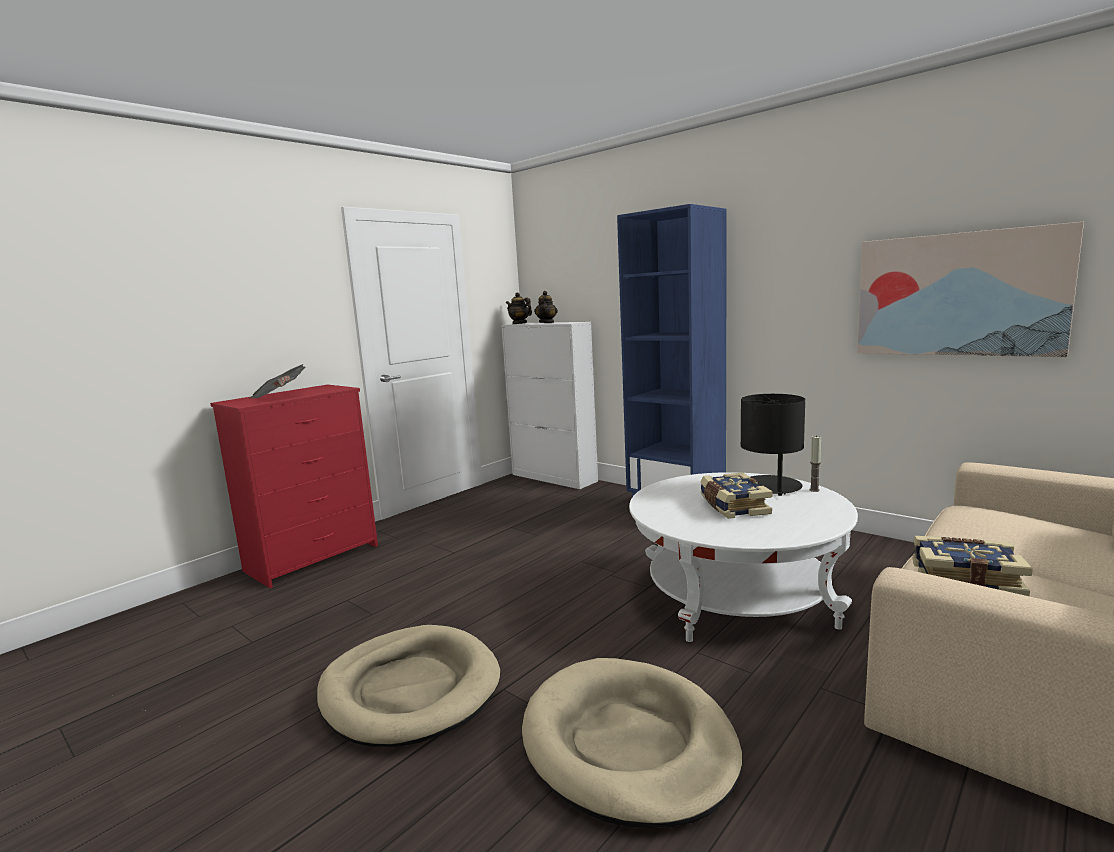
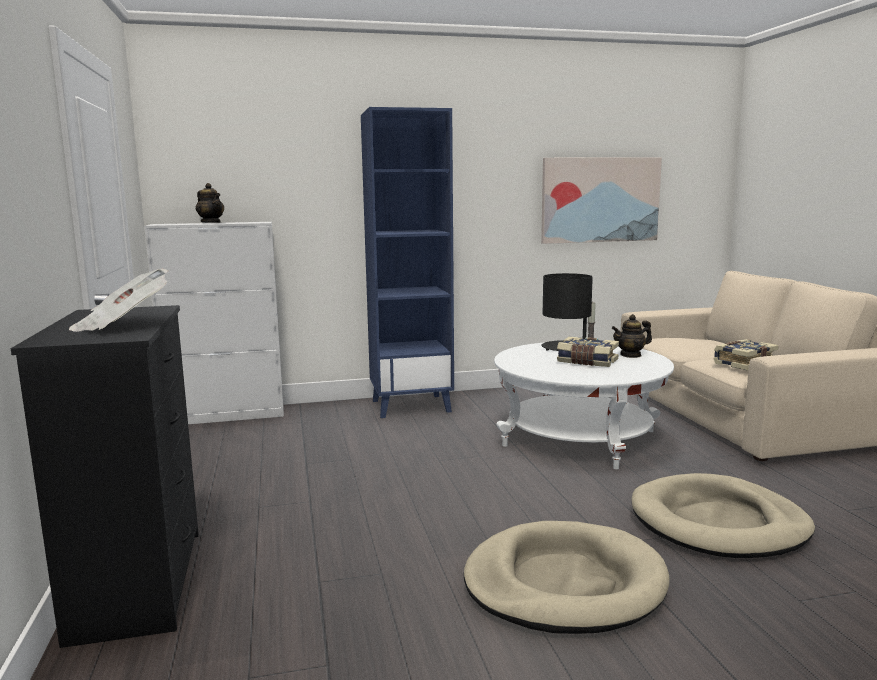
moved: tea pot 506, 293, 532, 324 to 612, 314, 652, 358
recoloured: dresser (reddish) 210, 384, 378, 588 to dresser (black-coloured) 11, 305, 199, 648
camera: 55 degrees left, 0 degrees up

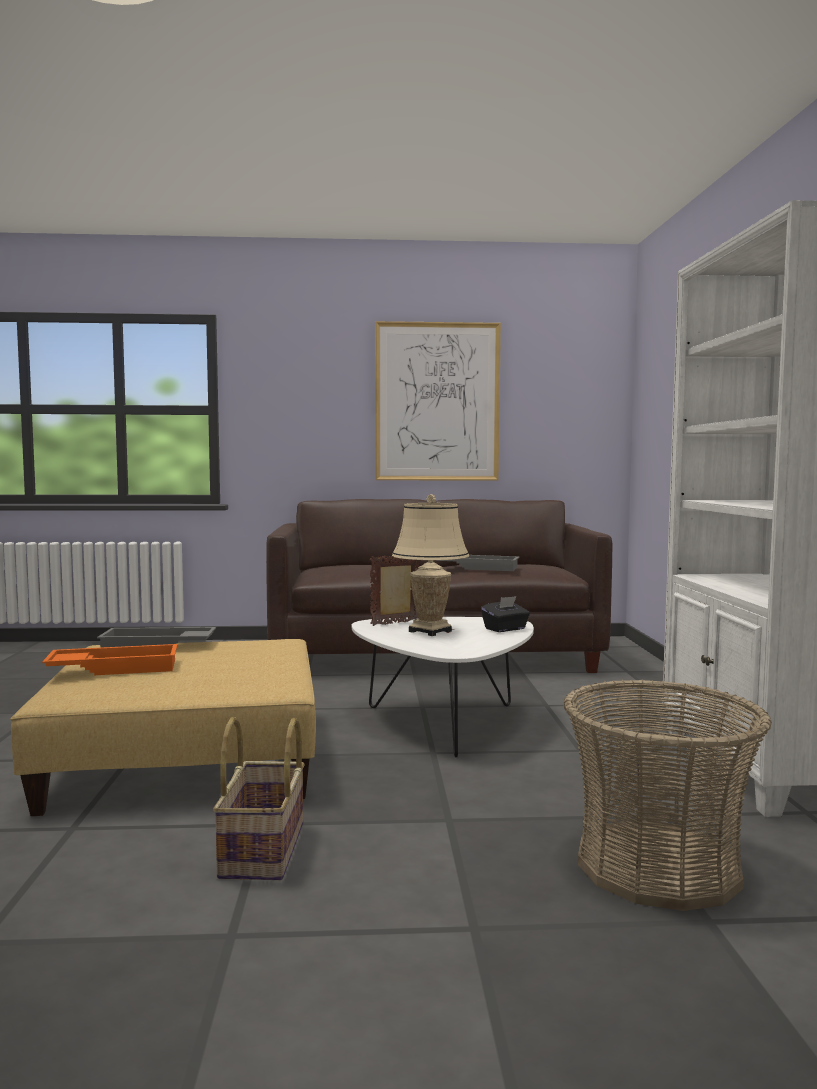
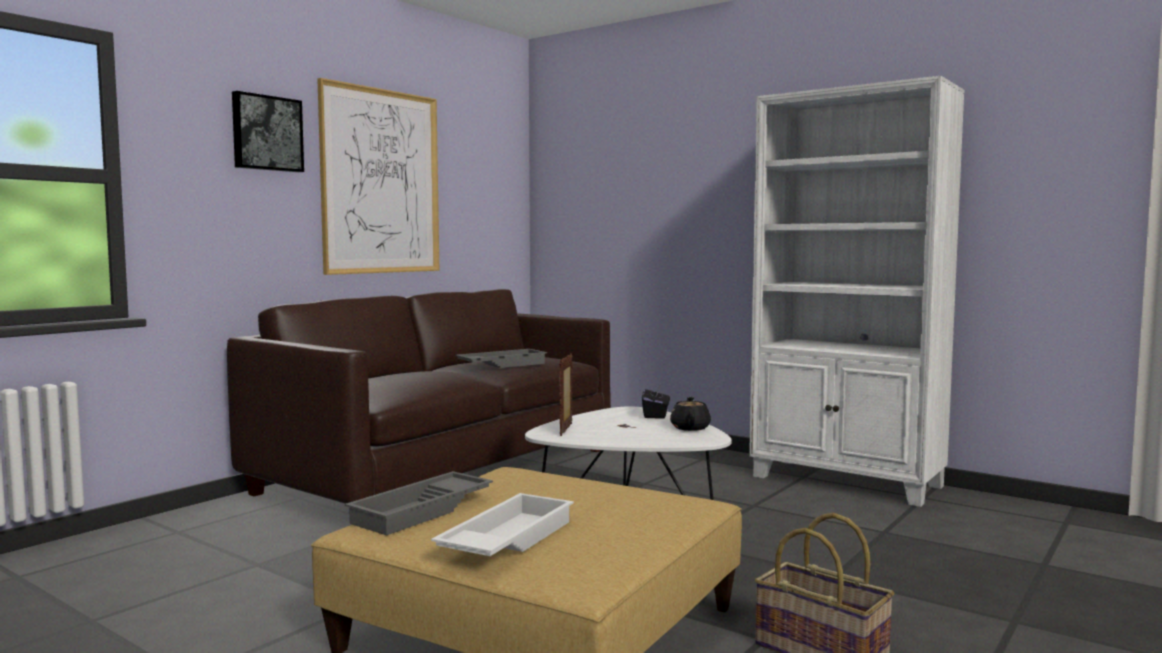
removed: lamp for a table (sand-coloured) 392, 494, 469, 636; basket 563, 679, 772, 911
added: wall art 232, 91, 304, 172; tea pot (black-coloured) 670, 397, 711, 431
recoloured: tray (orangey) 42, 644, 177, 675 to tray (white-coloured) 431, 493, 574, 556
camera: 50 degrees left, 0 degrees up

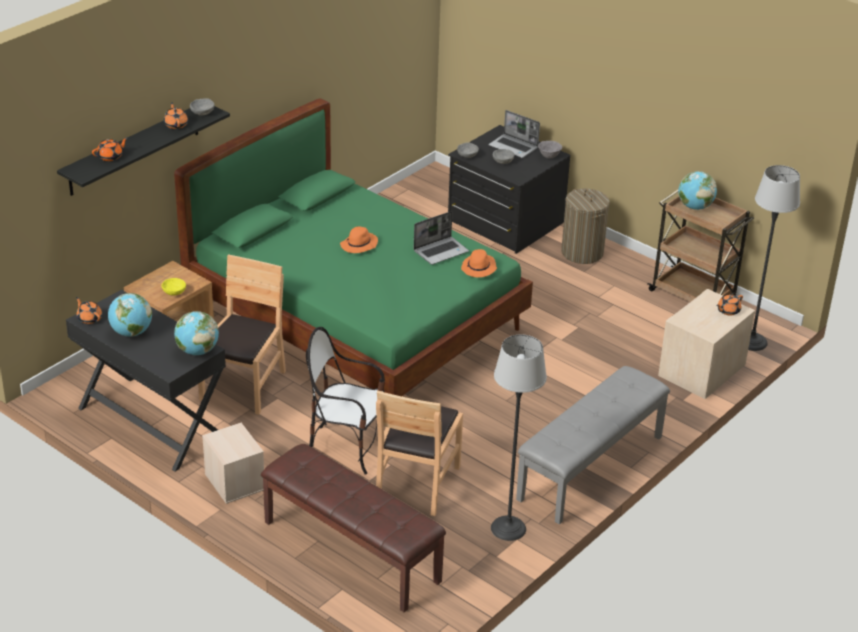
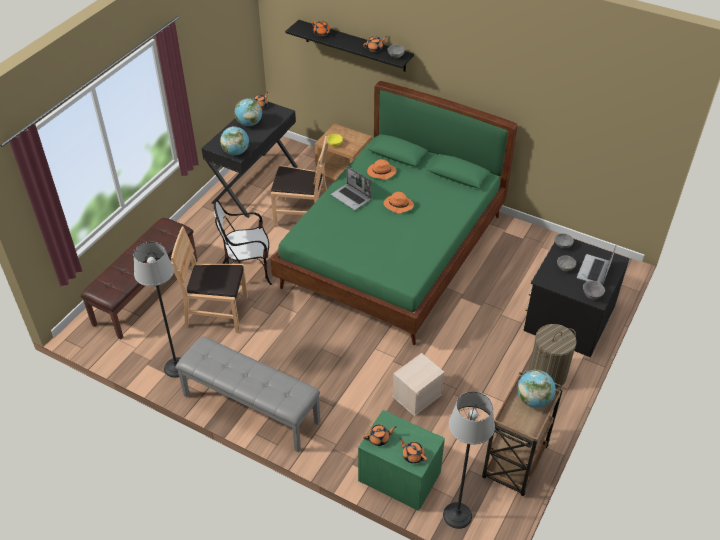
added: tea pot (orangey) 363, 425, 397, 446
moved: notebook computer 414, 211, 469, 265 to 331, 166, 372, 210; hat (orangey) 461, 249, 497, 277 to 367, 159, 396, 180; storage box (sand-coloured) 202, 423, 264, 504 to 392, 353, 445, 416
recoloured: nightstand (sand-coloured) 658, 289, 755, 399 to nightstand (green) 358, 410, 445, 511
turned: upright chair 306, 327, 385, 475 = 214, 199, 272, 285 105 degrees counterclockwise
camera: 80 degrees right, 10 degrees up

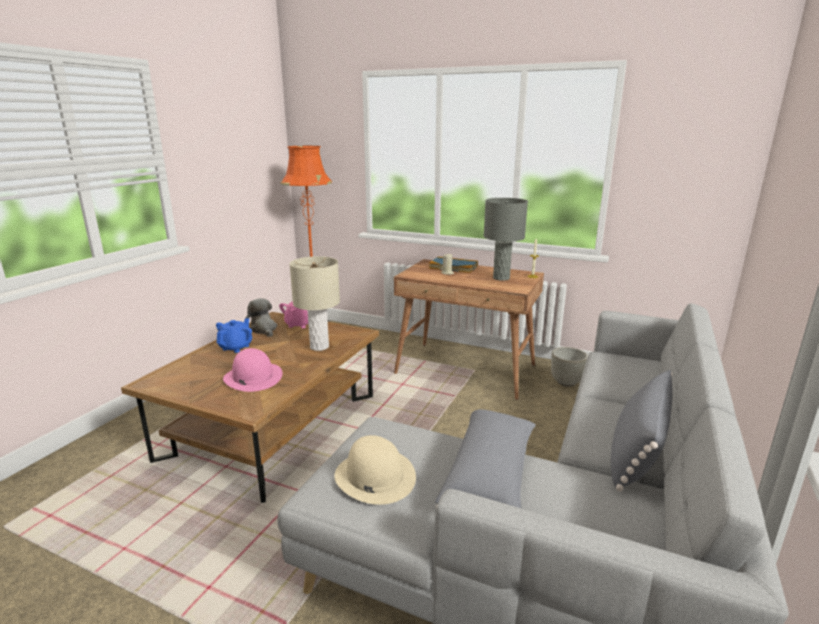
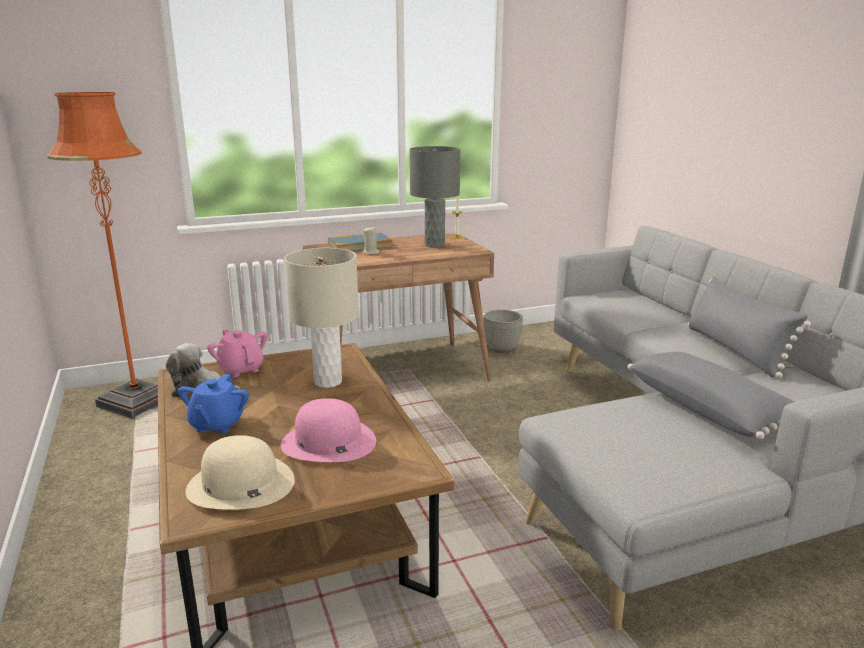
moved: hat (sand-coloured) 334, 435, 416, 505 to 185, 435, 295, 510
turned: tea pot (blue) 216, 318, 252, 353 = 178, 374, 249, 434 150 degrees counterclockwise
camera: 45 degrees left, 0 degrees up

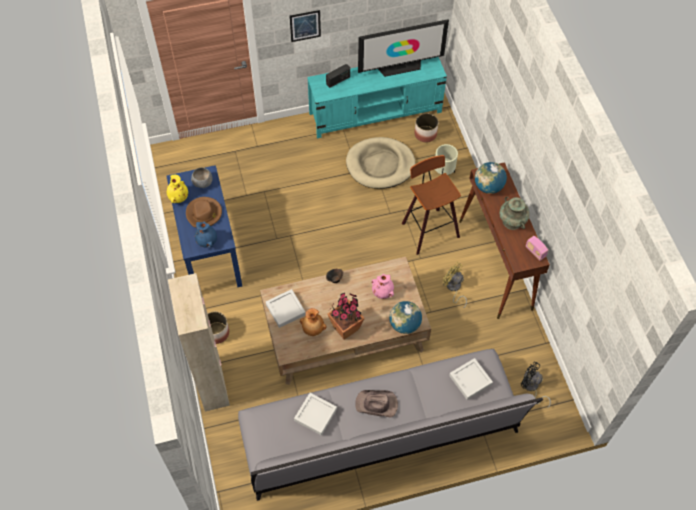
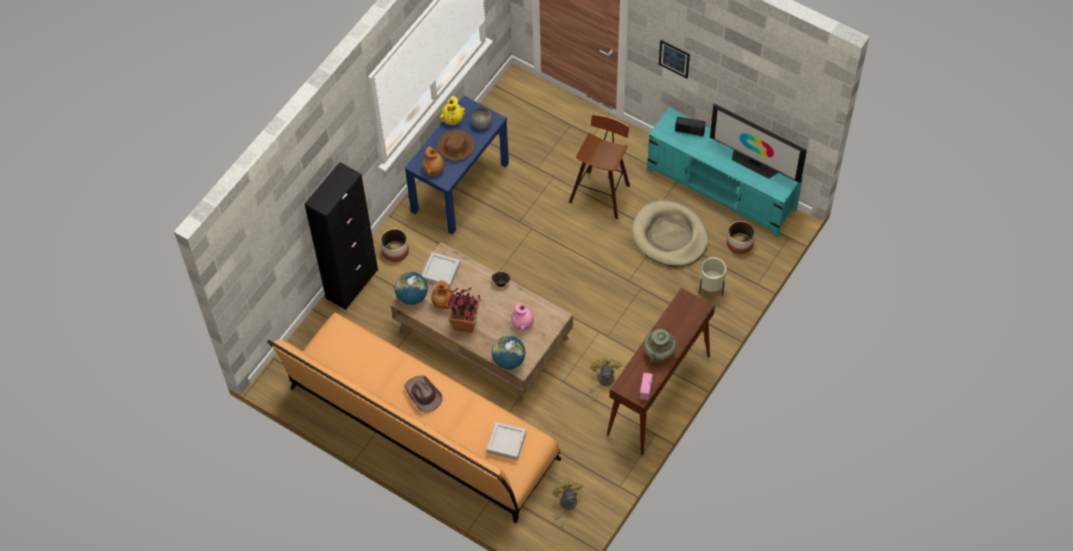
removed: tray (grey) 294, 393, 337, 435
moved: desk globe 475, 162, 507, 194 to 395, 272, 428, 305; stool seat 402, 155, 461, 255 to 569, 114, 630, 219
recoloured: settee (grey) 238, 349, 543, 501 to settee (orangey) 267, 313, 562, 523; cabinet (sand-coloured) 168, 273, 230, 412 to cabinet (black-coloured) 304, 162, 378, 310; vase (blue) 195, 221, 217, 248 to vase (brownish) 423, 146, 445, 175; cooling fan (black-coloured) 521, 361, 551, 408 to cooling fan (yellow) 552, 480, 583, 530
camera: 50 degrees right, 0 degrees up

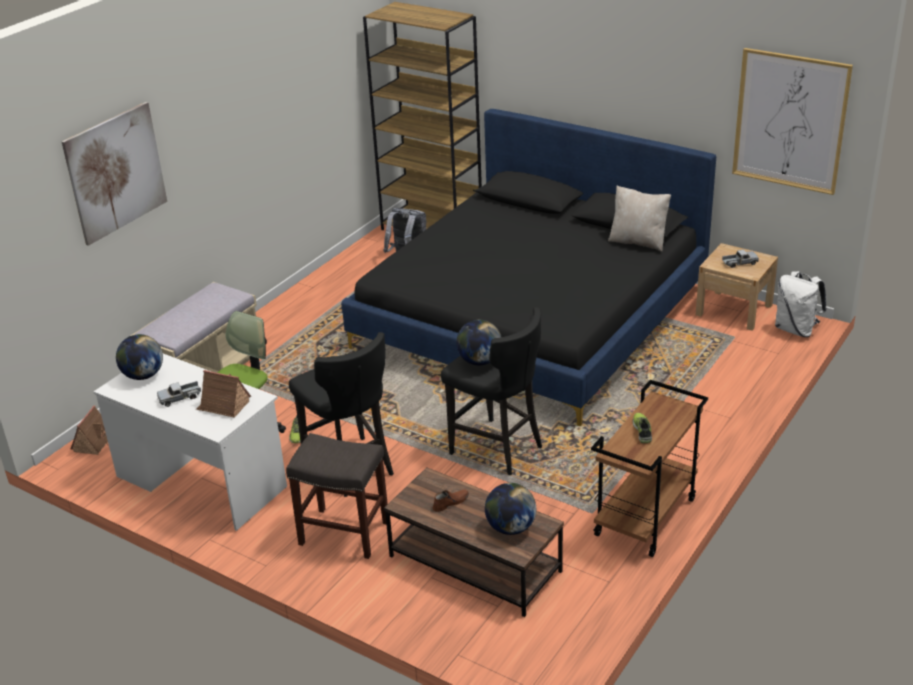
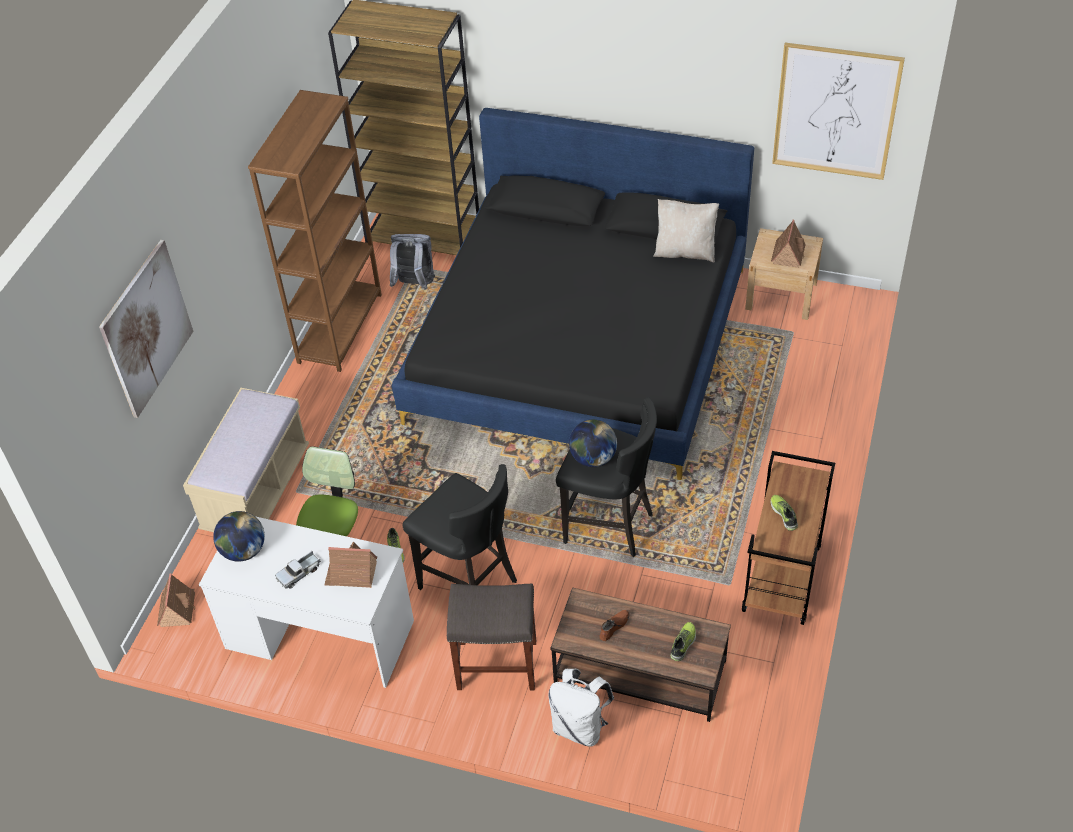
added: shelving unit (brownish) 248, 90, 382, 372
moved: backpack (white-coloured) 775, 271, 827, 337 to 548, 669, 614, 747
replaced: desk globe 485, 483, 536, 535 to shoe 670, 622, 696, 661; model truck 722, 250, 759, 268 to toy house 771, 220, 806, 268
camera: 15 degrees left, 15 degrees up

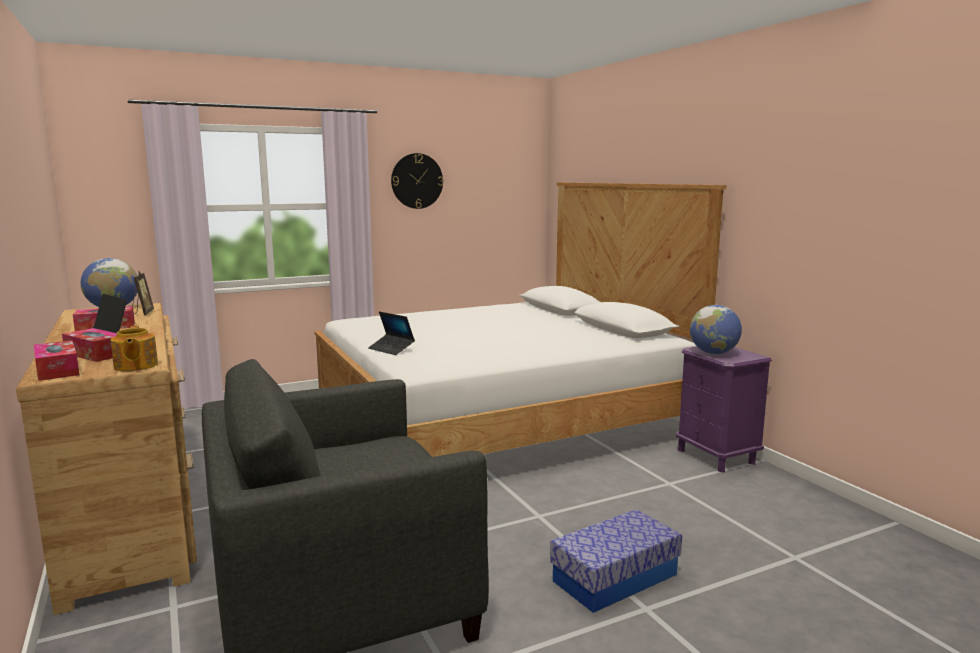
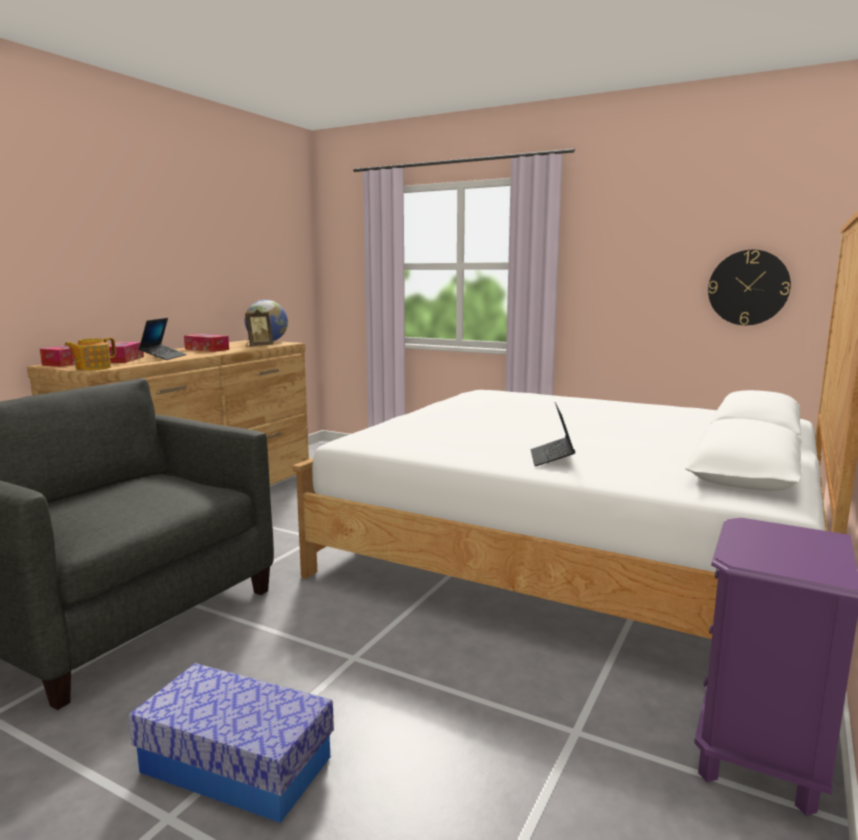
removed: desk globe 690, 305, 742, 354
moved: notebook computer 368, 311, 415, 355 to 530, 402, 575, 466; hanging clock 391, 153, 443, 209 to 708, 250, 791, 325
camera: 55 degrees right, 0 degrees up

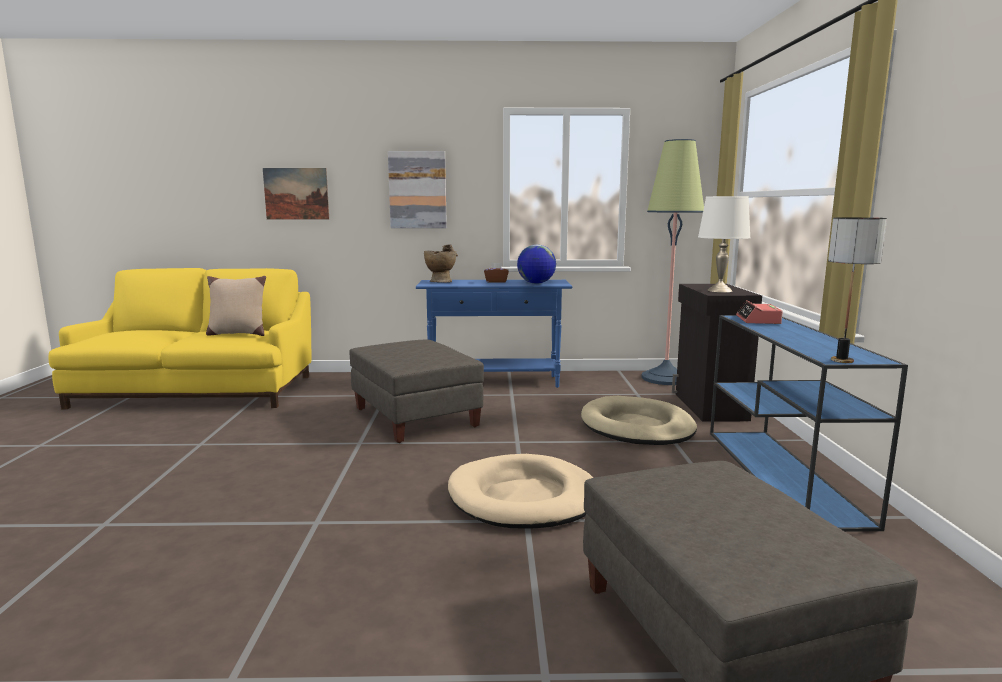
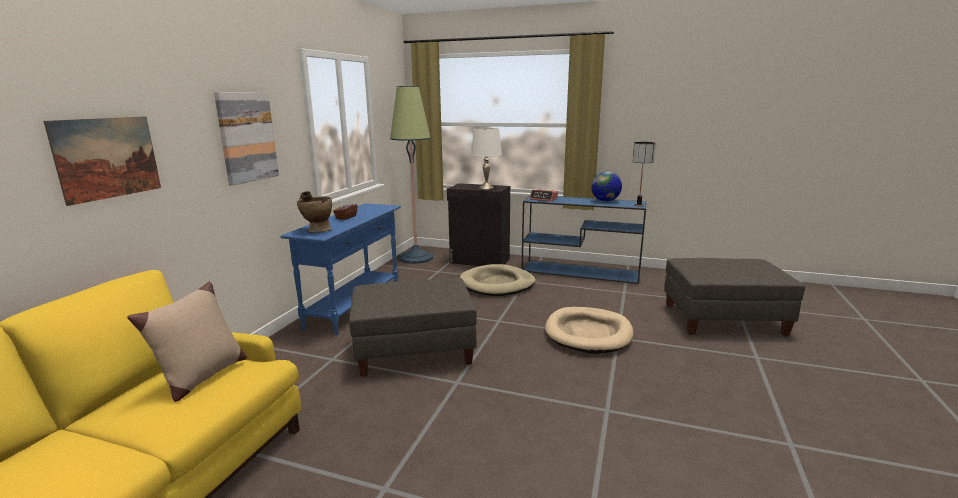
moved: desk globe 517, 245, 556, 284 to 591, 172, 622, 202
camera: 70 degrees left, 5 degrees up

